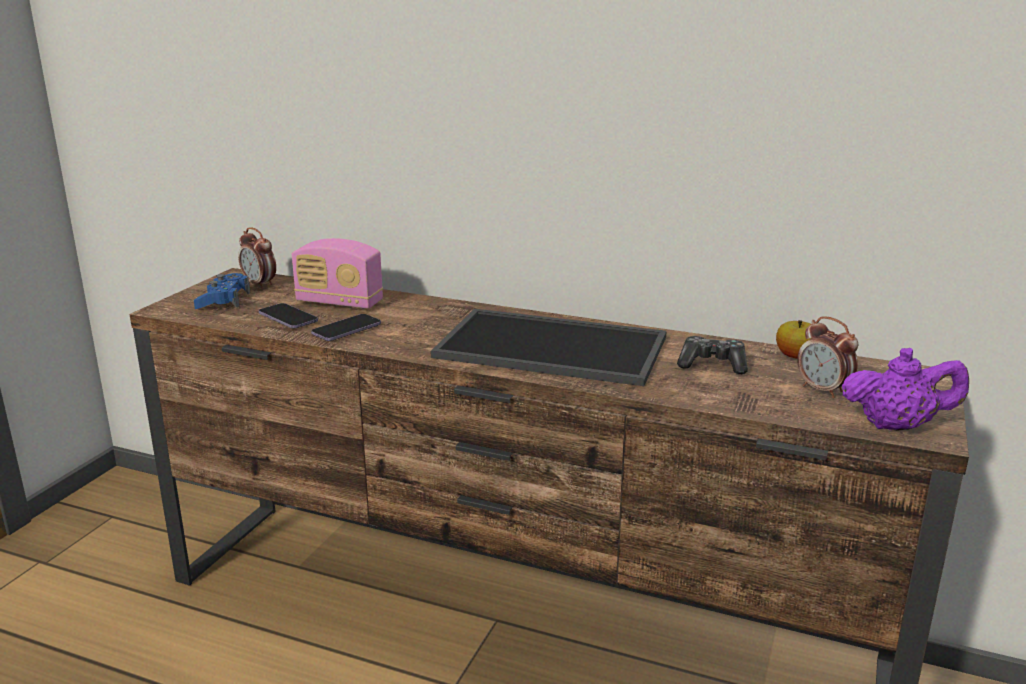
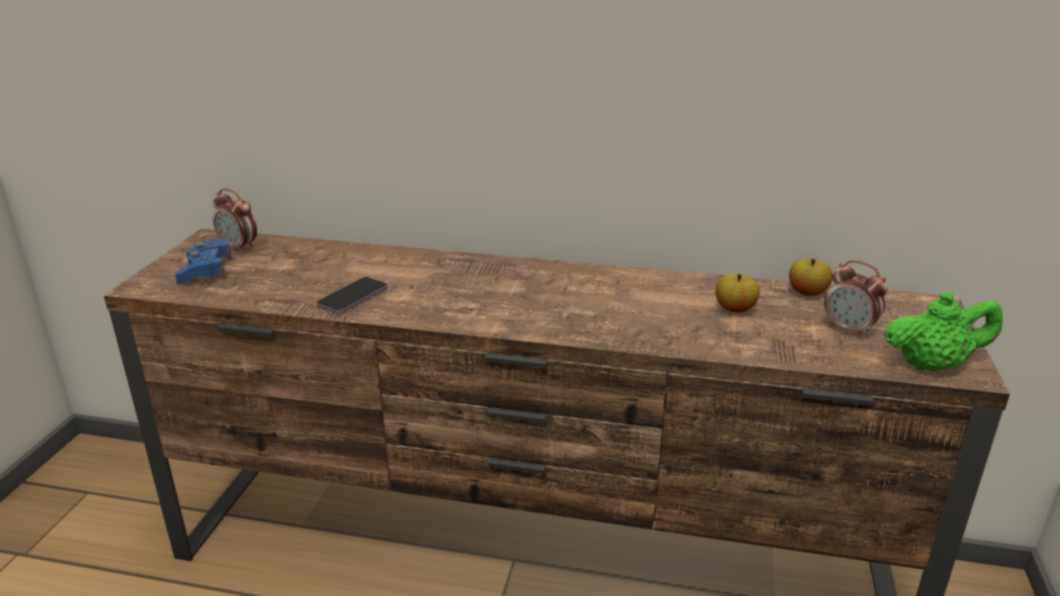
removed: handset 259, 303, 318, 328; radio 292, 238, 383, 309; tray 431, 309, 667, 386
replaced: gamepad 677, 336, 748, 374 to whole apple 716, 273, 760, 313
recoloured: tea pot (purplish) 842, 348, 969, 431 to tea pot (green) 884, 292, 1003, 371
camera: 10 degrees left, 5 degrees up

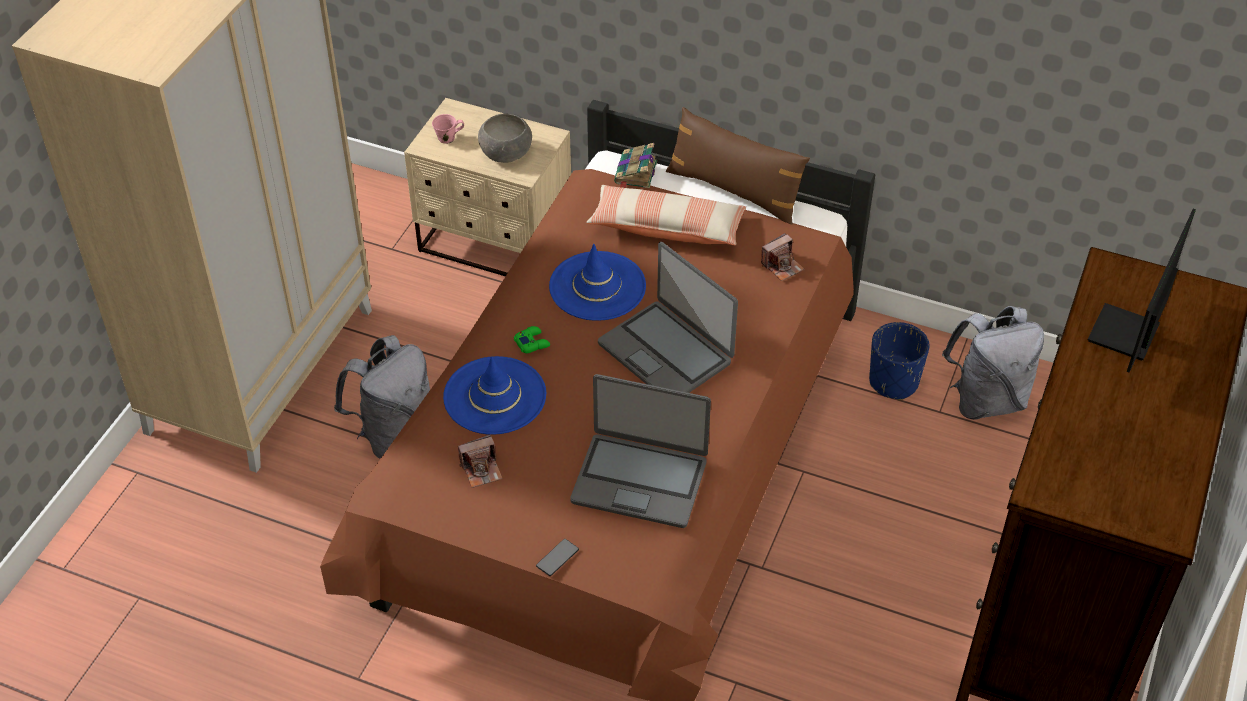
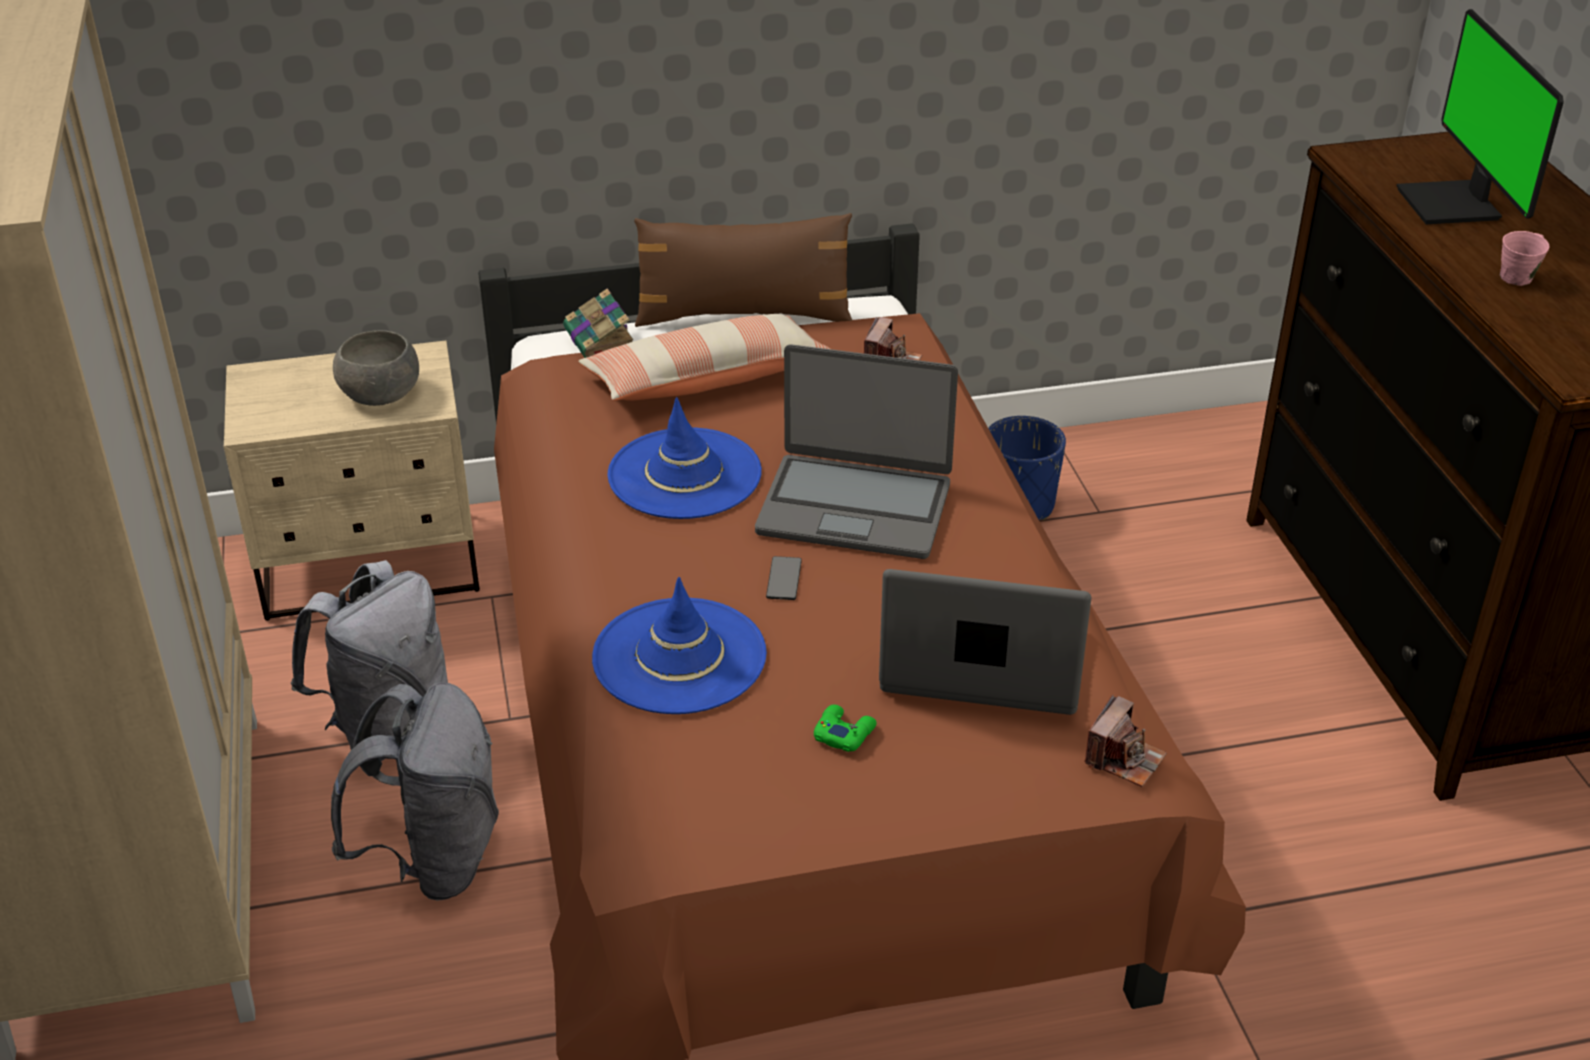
moved: backpack (grey) 942, 306, 1044, 420 to 291, 560, 448, 761; handset 536, 539, 579, 576 to 766, 556, 802, 600; gamepad (green) 514, 326, 550, 353 to 814, 705, 877, 752; still camera 458, 434, 503, 488 to 1084, 695, 1167, 787; coffee mug (pink-coloured) 432, 114, 464, 144 to 1500, 231, 1549, 286
turned: notebook computer 570, 374, 711, 528 = 879, 569, 1091, 715 150 degrees counterclockwise
camera: 35 degrees left, 10 degrees down

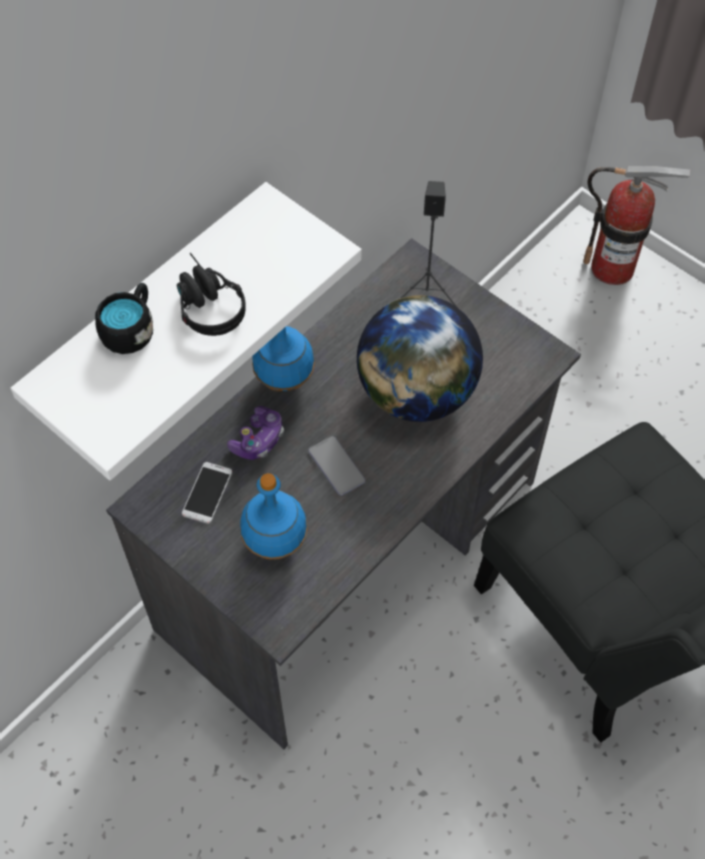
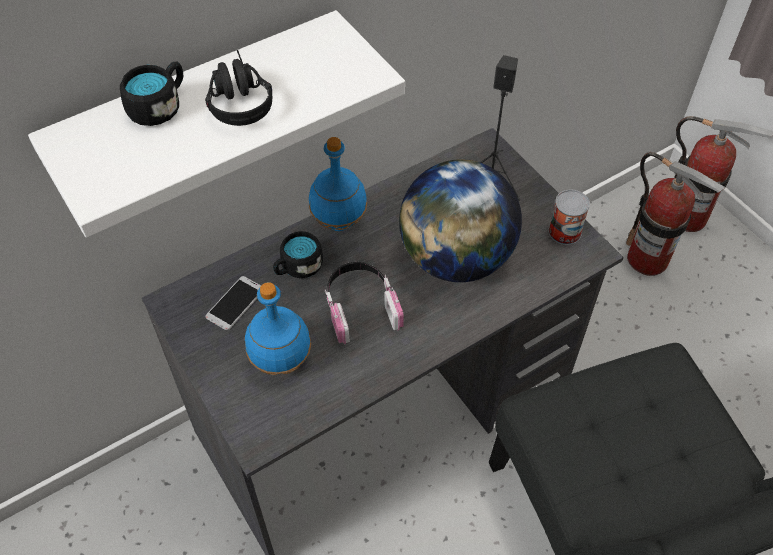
added: can 549, 190, 590, 245; fire-fighting cylinder 626, 152, 725, 276
replaced: gamepad 227, 406, 284, 460 to coffee mug (black-coloured) 273, 231, 323, 278; handset 308, 436, 366, 496 to pair of headphones 325, 262, 404, 344
camera: 15 degrees right, 5 degrees down

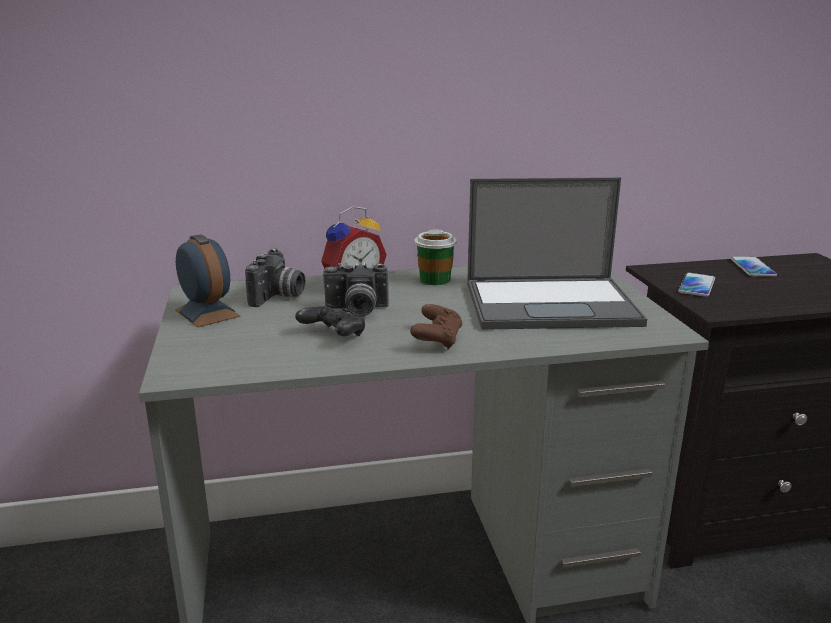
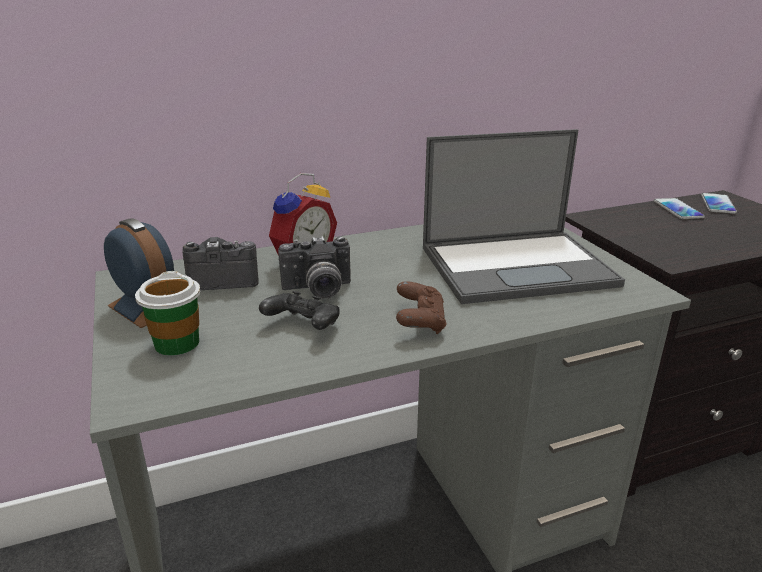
moved: cup 414, 229, 457, 285 to 135, 271, 200, 356; handset 678, 273, 715, 297 to 701, 193, 737, 214
turned: still camera 245, 248, 305, 307 = 182, 237, 259, 290 105 degrees counterclockwise
camera: 10 degrees left, 5 degrees up

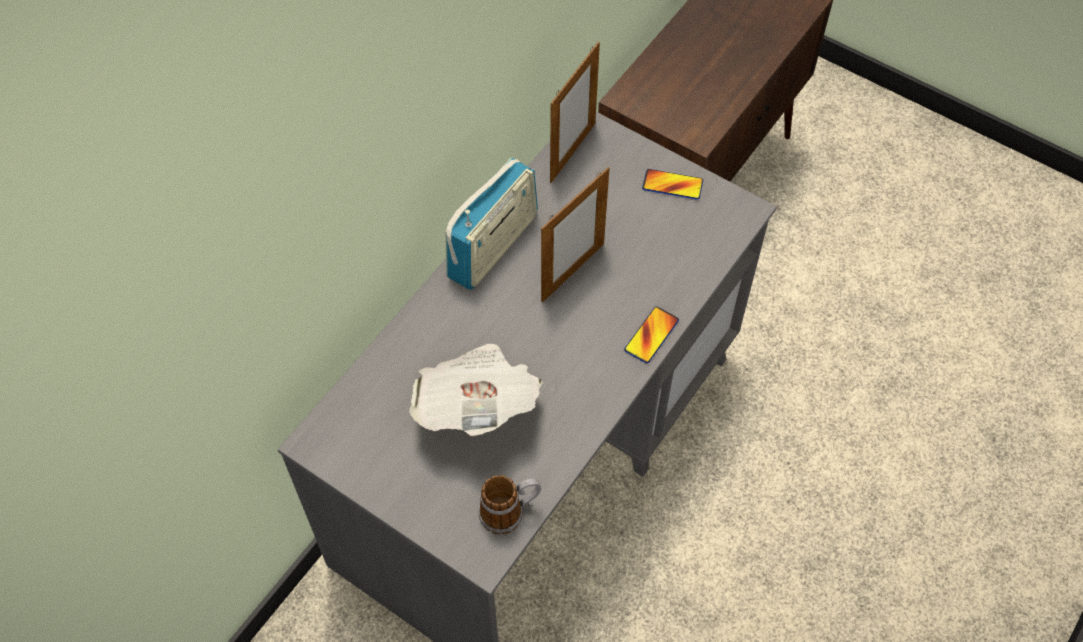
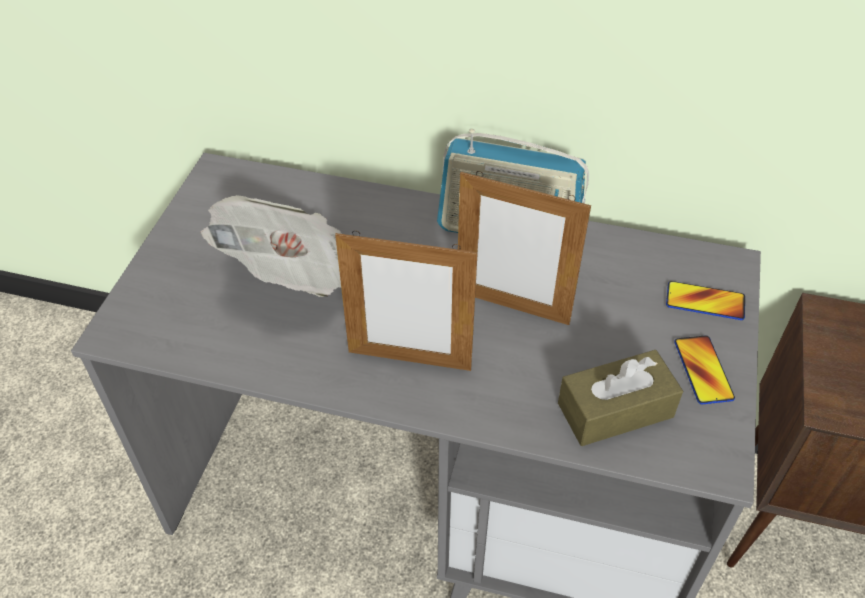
removed: coffee mug 479, 475, 541, 534
added: tissue holder (brownish) 558, 350, 683, 446
moved: photo frame 550, 41, 600, 183 to 335, 231, 478, 371; handset 624, 306, 679, 363 to 666, 281, 745, 320
camera: 70 degrees right, 10 degrees down

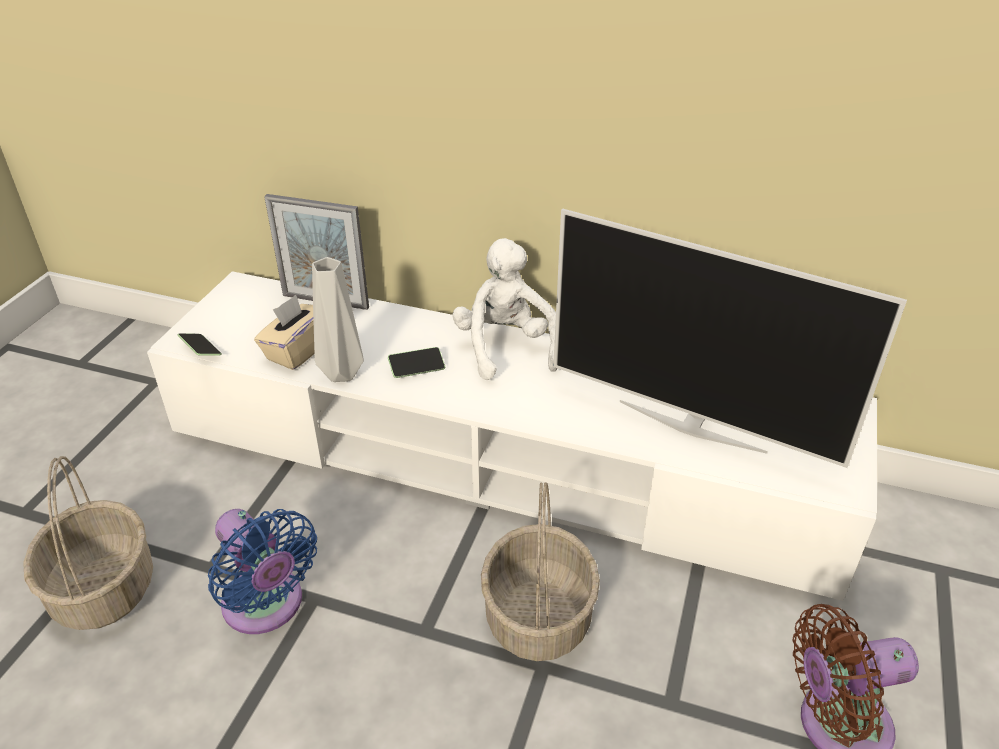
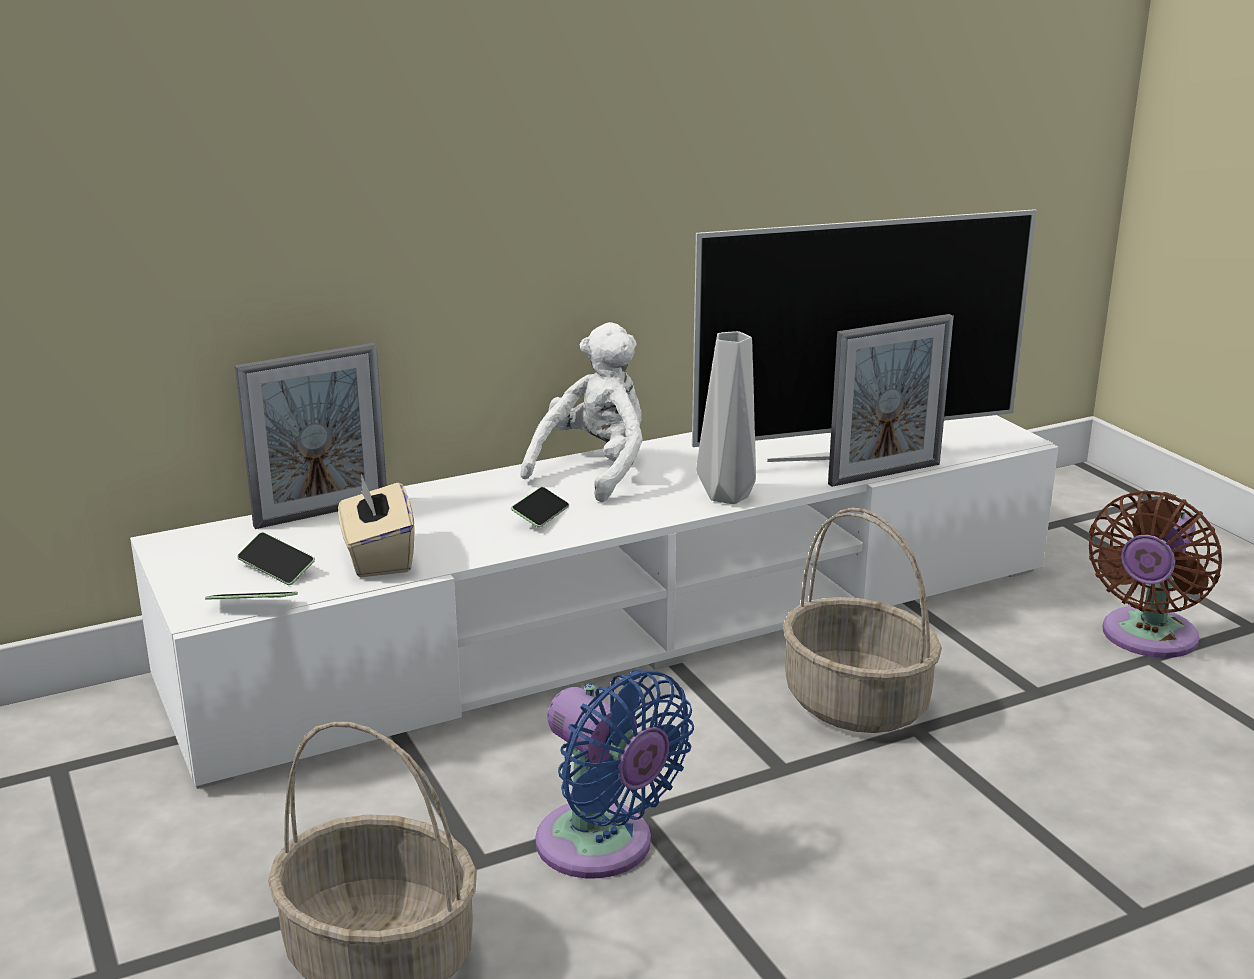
added: handset 237, 532, 315, 585; photo frame 828, 314, 954, 487
moved: vase (grey) 312, 257, 364, 382 to 696, 331, 756, 504
turned: soft toy (white-coloured) 453, 238, 557, 380 = 520, 322, 643, 502 90 degrees clockwise; cooling fan (blue) 208, 509, 317, 634 = 535, 669, 694, 878 45 degrees clockwise
camera: 45 degrees left, 15 degrees down

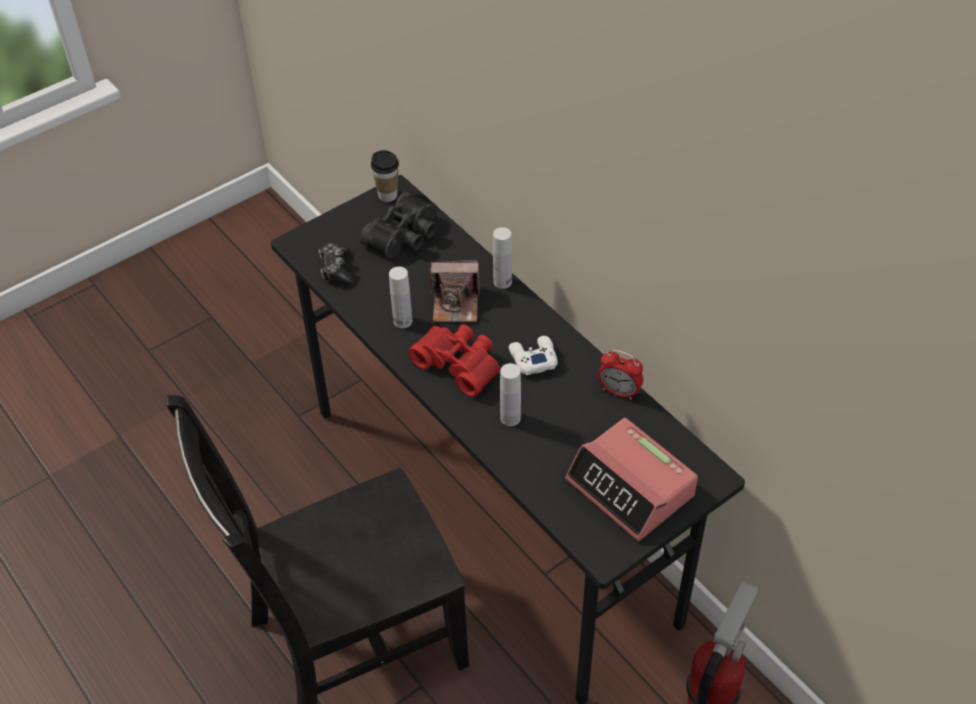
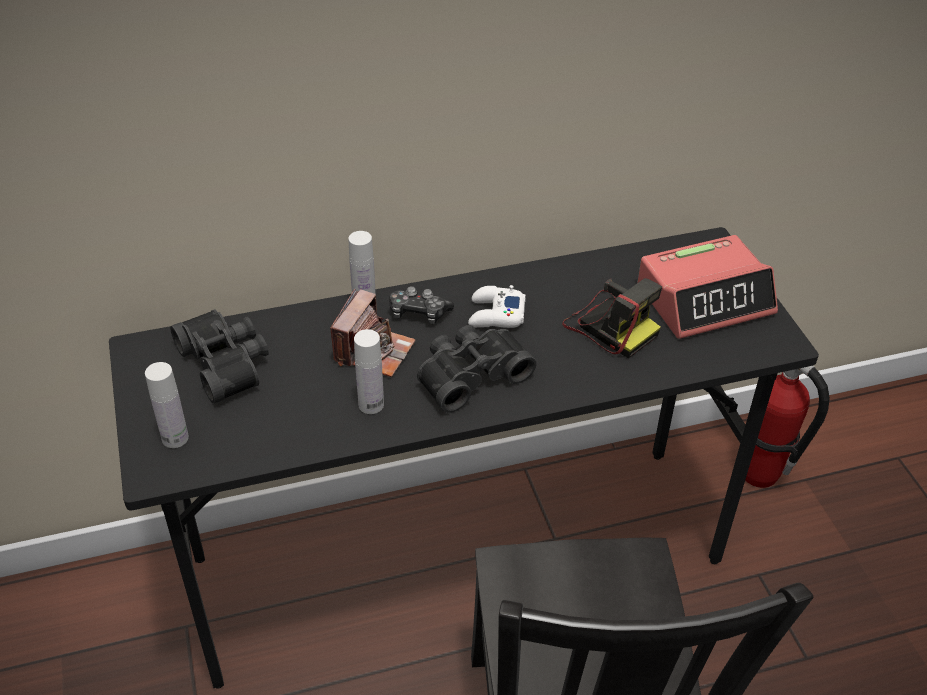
removed: cup 371, 150, 399, 202; alarm clock 598, 350, 643, 400
added: still camera 562, 278, 662, 359
moved: beverage bottle (white-coloured) 500, 363, 521, 426 to 145, 362, 189, 448; gamepad 319, 243, 354, 286 to 389, 286, 454, 324
recoloured: field glasses (reddish) 408, 324, 500, 397 to field glasses (black-coloured) 417, 325, 537, 413
camera: 70 degrees left, 5 degrees down

